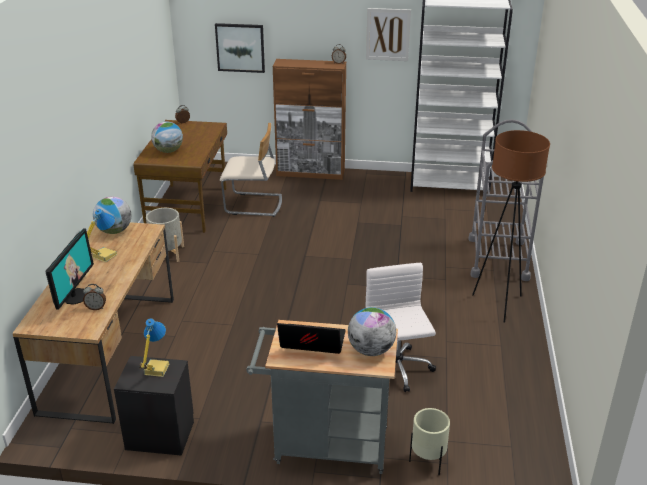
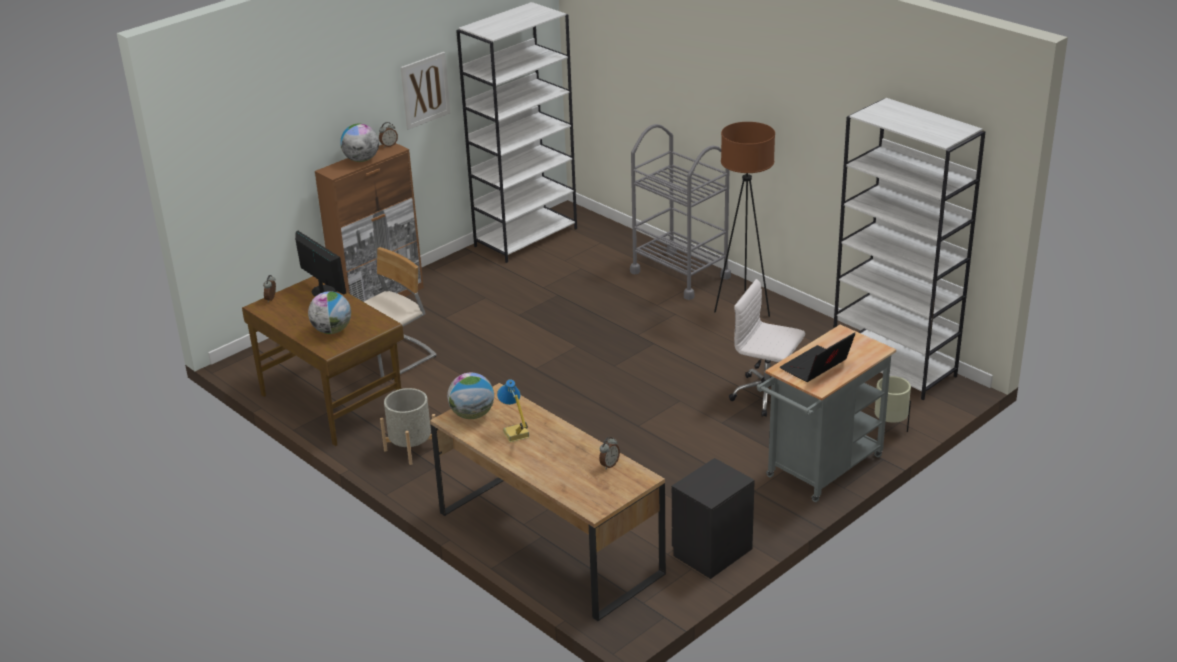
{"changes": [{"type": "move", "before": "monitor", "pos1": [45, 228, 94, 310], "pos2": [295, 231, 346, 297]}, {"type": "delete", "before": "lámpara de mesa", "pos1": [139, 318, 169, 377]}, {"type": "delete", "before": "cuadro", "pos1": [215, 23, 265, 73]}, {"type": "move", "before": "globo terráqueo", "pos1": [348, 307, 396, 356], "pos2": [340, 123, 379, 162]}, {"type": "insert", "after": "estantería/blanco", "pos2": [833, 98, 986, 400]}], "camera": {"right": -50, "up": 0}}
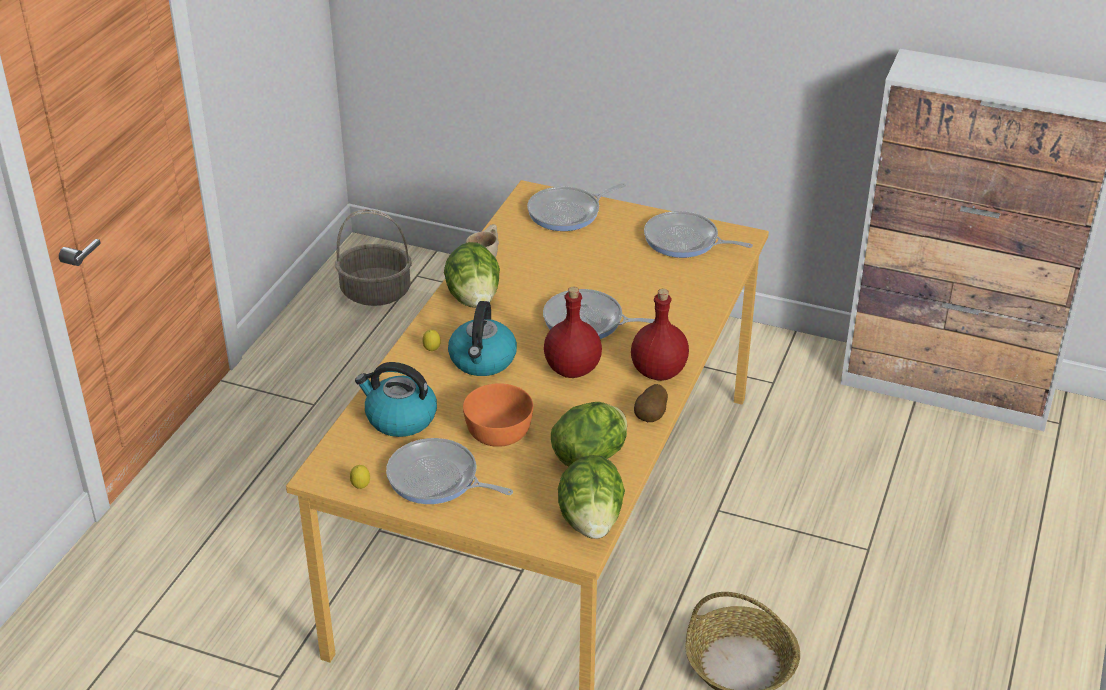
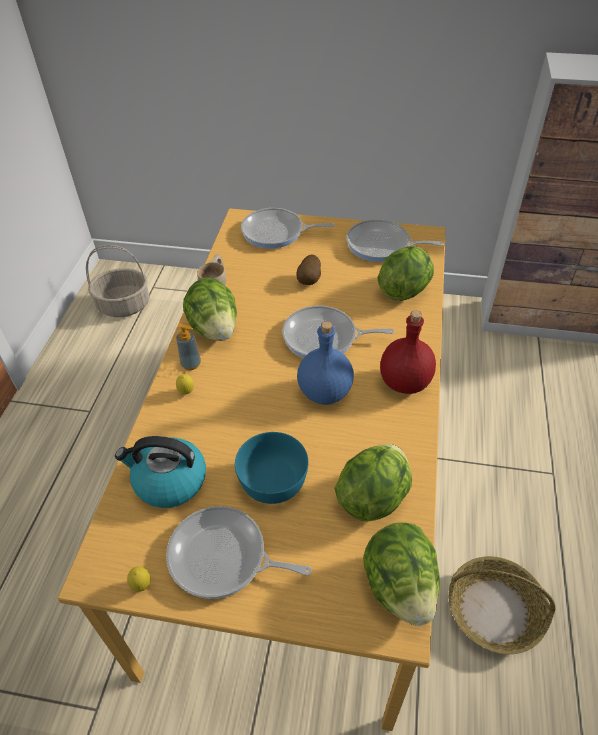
{"changes": [{"type": "delete", "before": "hervidor", "pos1": [448, 301, 517, 376]}, {"type": "recolor", "before": "cuenco/naranja", "after": "cuenco/turquesa", "pos1": [463, 383, 533, 447], "pos2": [235, 432, 308, 504]}, {"type": "rotate", "before": "sartén", "pos1": [527, 183, 626, 231], "pos2": [241, 208, 334, 249], "turn": 45}, {"type": "recolor", "before": "botella/rojo", "after": "botella/azul", "pos1": [544, 287, 602, 378], "pos2": [297, 321, 354, 405]}, {"type": "move", "before": "patata", "pos1": [634, 384, 668, 422], "pos2": [296, 254, 321, 285]}, {"type": "insert", "after": "dispensador de jabón", "pos2": [176, 323, 201, 370]}, {"type": "insert", "after": "lechuga", "pos2": [377, 246, 434, 301]}], "camera": {"right": -10, "up": 10}}
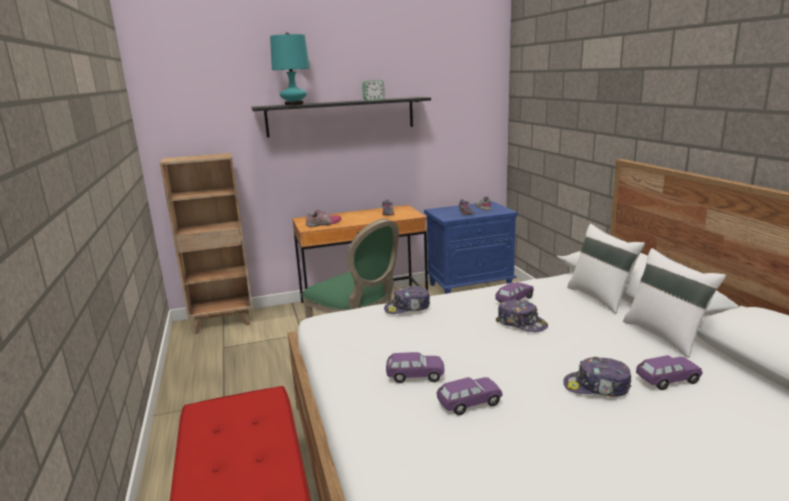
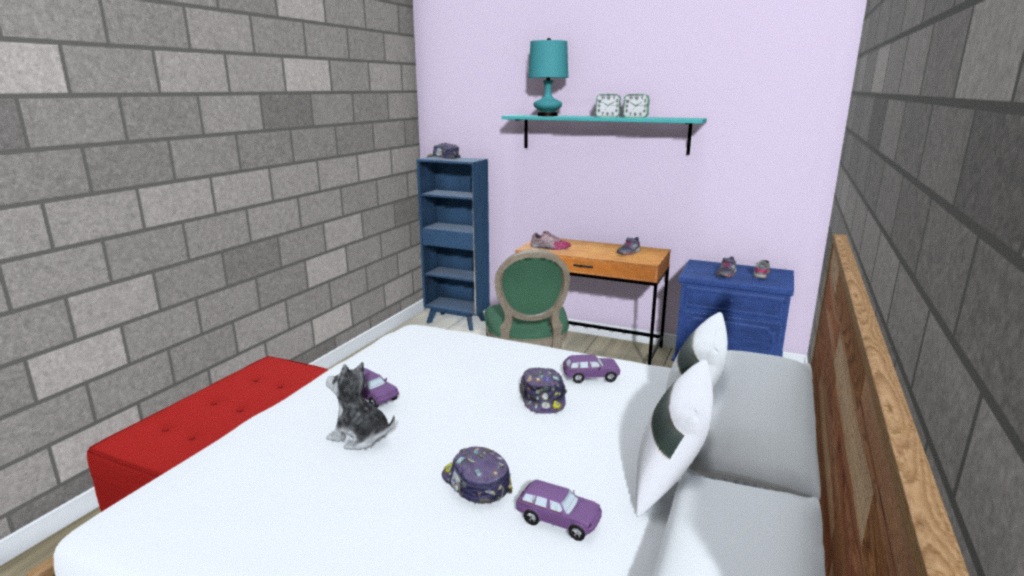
{"changes": [{"type": "recolor", "before": "estantería/marrón", "after": "estantería/azul", "pos1": [160, 153, 253, 334], "pos2": [416, 156, 490, 331]}, {"type": "recolor", "before": "estante/negro", "after": "estante/turquesa", "pos1": [252, 97, 431, 137], "pos2": [502, 115, 707, 155]}, {"type": "move", "before": "gorra", "pos1": [384, 286, 430, 314], "pos2": [427, 143, 460, 159]}, {"type": "replace", "before": "coche de juguete/morado", "after": "peluche", "pos1": [437, 377, 502, 415], "pos2": [326, 362, 395, 450]}, {"type": "insert", "after": "despertador", "pos2": [596, 94, 621, 117]}], "camera": {"right": 40, "up": 0}}
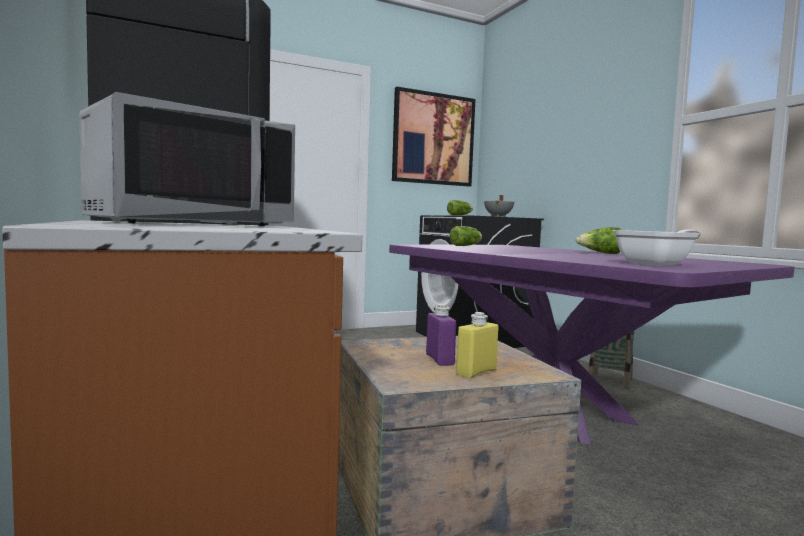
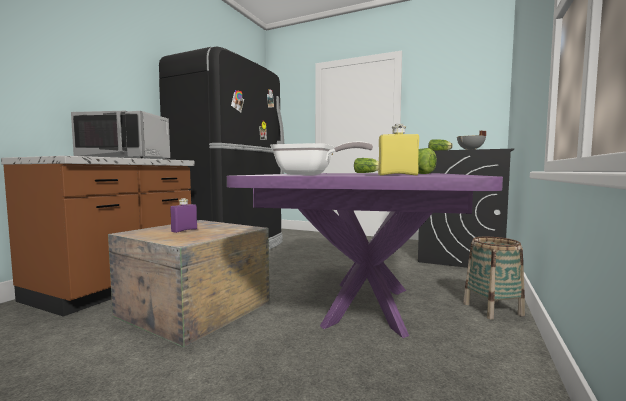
{"changes": [{"type": "delete", "before": "cuadro", "pos1": [392, 87, 475, 187]}, {"type": "move", "before": "botella/amarillo", "pos1": [456, 312, 498, 378], "pos2": [378, 124, 419, 175]}], "camera": {"right": 50, "up": 0}}
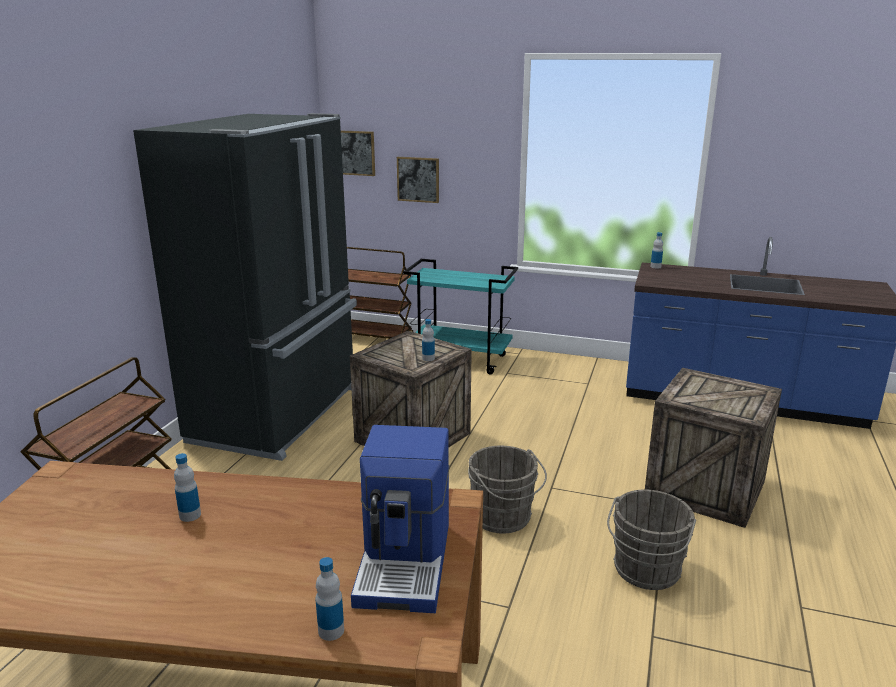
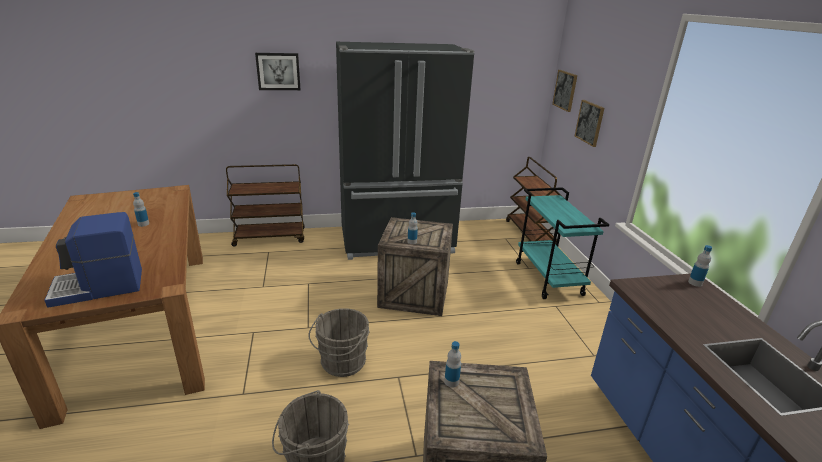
{"changes": [{"type": "move", "before": "botella", "pos1": [316, 557, 344, 641], "pos2": [444, 341, 461, 388]}, {"type": "insert", "after": "cuadro", "pos2": [255, 53, 301, 90]}], "camera": {"right": 60, "up": 5}}
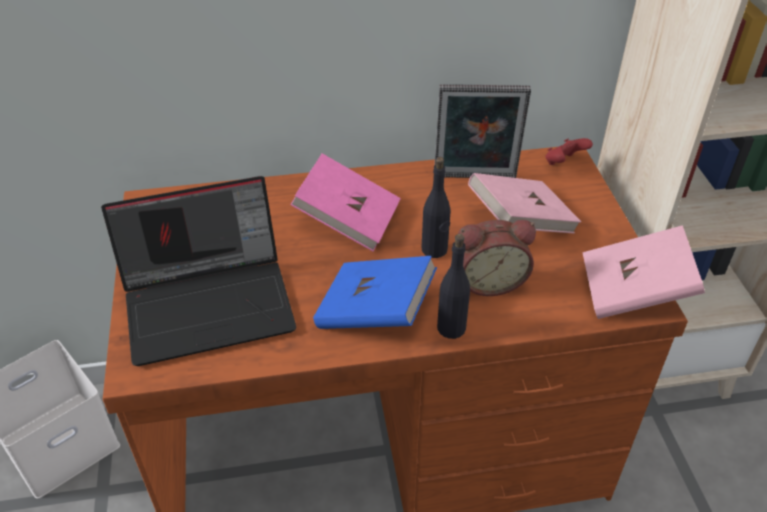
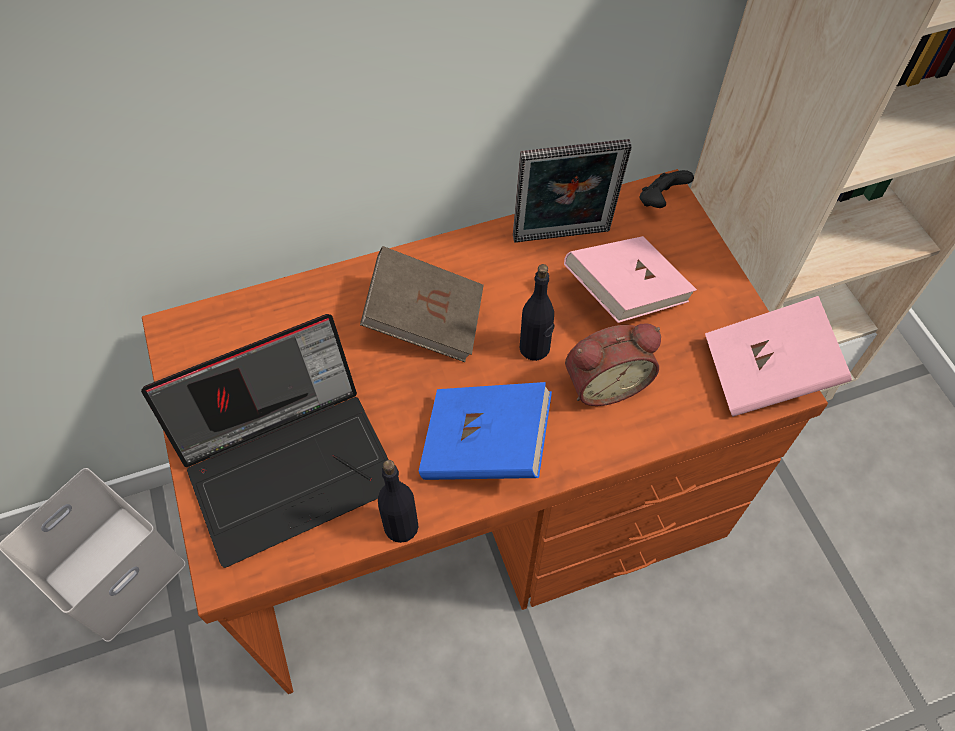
{"changes": [{"type": "recolor", "before": "libro/rosa", "after": "libro/marrón", "pos1": [290, 153, 401, 251], "pos2": [360, 246, 484, 362]}, {"type": "move", "before": "botella/negro", "pos1": [437, 234, 470, 339], "pos2": [378, 460, 419, 543]}, {"type": "recolor", "before": "mando de consola/rojo", "after": "mando de consola/negro", "pos1": [546, 138, 593, 165], "pos2": [640, 170, 694, 208]}], "camera": {"right": -10, "up": 15}}
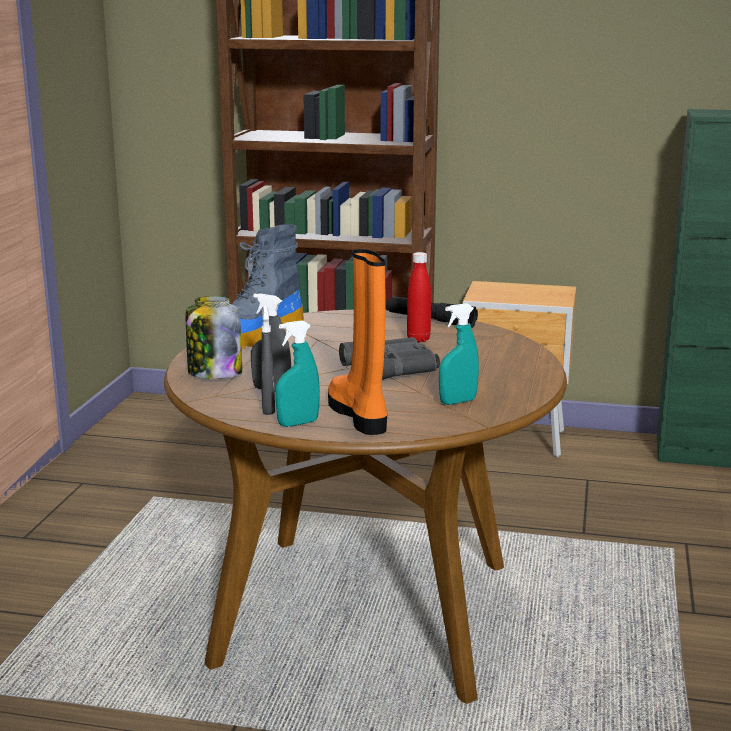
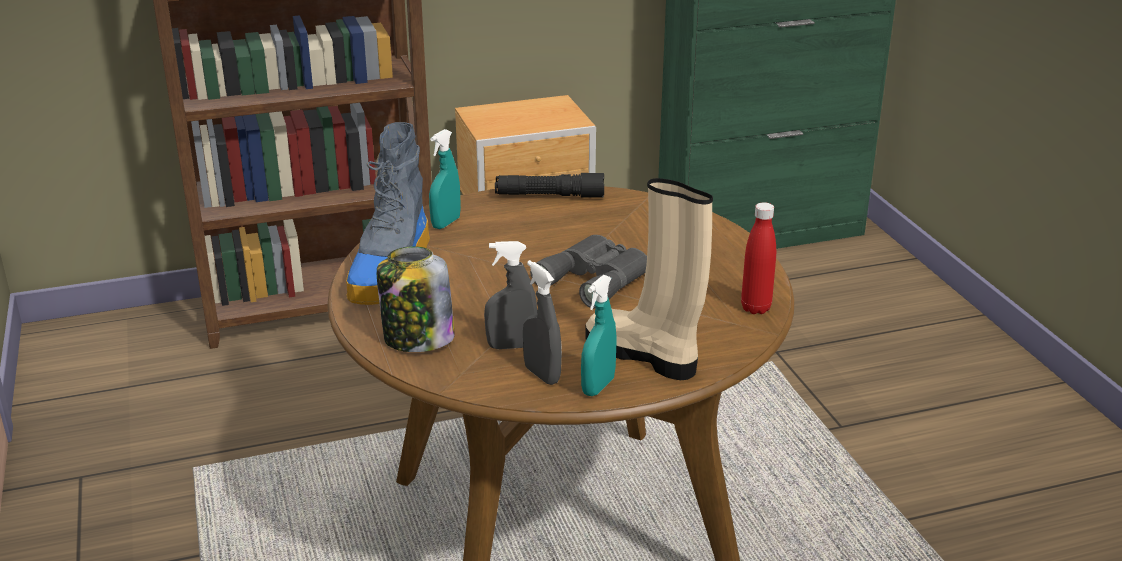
{"changes": [{"type": "recolor", "before": "bota/naranja", "after": "bota/beis", "pos1": [328, 249, 387, 435], "pos2": [585, 178, 713, 380]}, {"type": "move", "before": "botella/rojo", "pos1": [407, 252, 431, 342], "pos2": [741, 202, 776, 314]}, {"type": "move", "before": "pulverizador/turquesa", "pos1": [439, 303, 479, 405], "pos2": [429, 129, 461, 229]}], "camera": {"right": -30, "up": 10}}
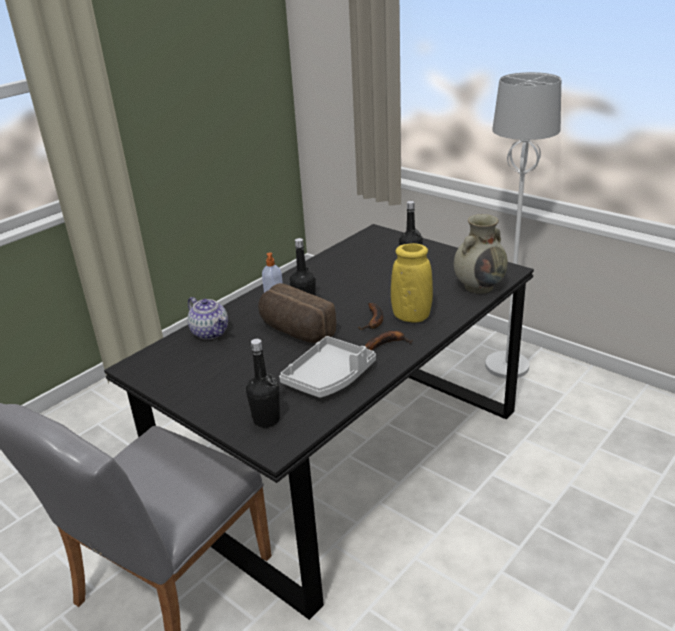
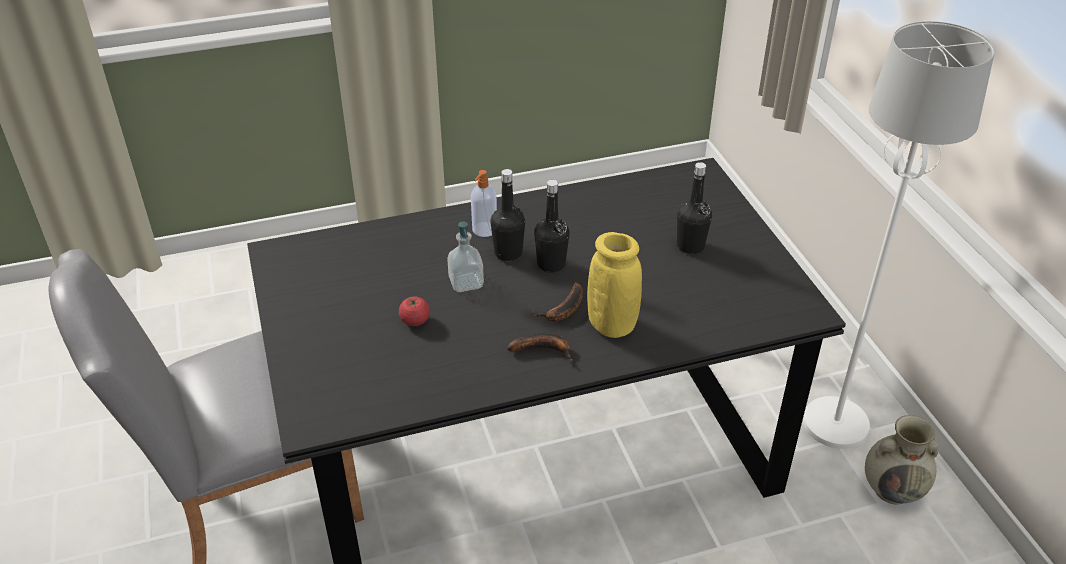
{"changes": [{"type": "delete", "before": "tetera", "pos1": [188, 297, 228, 340]}, {"type": "move", "before": "botella/negro", "pos1": [246, 339, 280, 428], "pos2": [534, 180, 570, 273]}, {"type": "replace", "before": "pan", "after": "dispensador de jabón", "pos1": [258, 283, 336, 343], "pos2": [447, 221, 484, 292]}, {"type": "delete", "before": "bandeja/gris", "pos1": [279, 336, 376, 398]}, {"type": "move", "before": "florero/beis", "pos1": [454, 214, 508, 294], "pos2": [865, 415, 938, 504]}, {"type": "insert", "after": "tomate", "pos2": [399, 297, 430, 326]}], "camera": {"right": 30, "up": 10}}
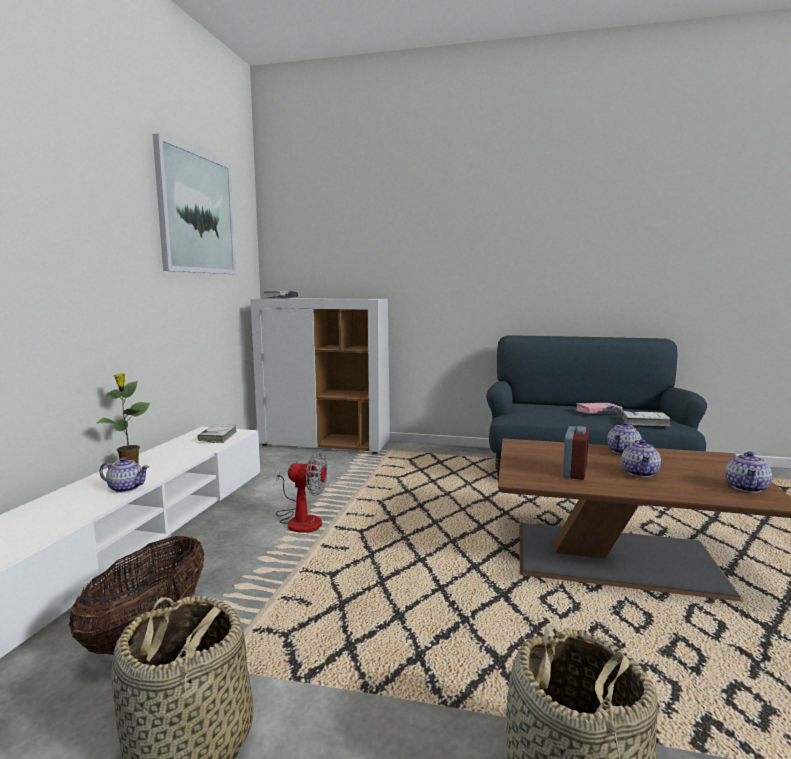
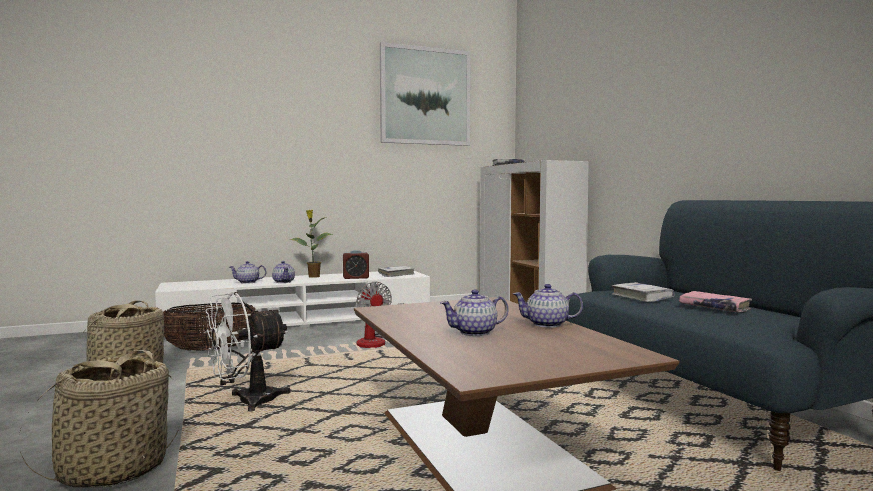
{"changes": [{"type": "move", "before": "despertador", "pos1": [563, 426, 589, 480], "pos2": [343, 250, 369, 279]}, {"type": "move", "before": "libro/blanco", "pos1": [622, 411, 670, 426], "pos2": [612, 282, 675, 302]}, {"type": "move", "before": "tetera", "pos1": [725, 452, 772, 493], "pos2": [230, 261, 266, 284]}, {"type": "insert", "after": "ventilador/blanco", "pos2": [205, 292, 290, 412]}], "camera": {"right": 55, "up": -5}}
